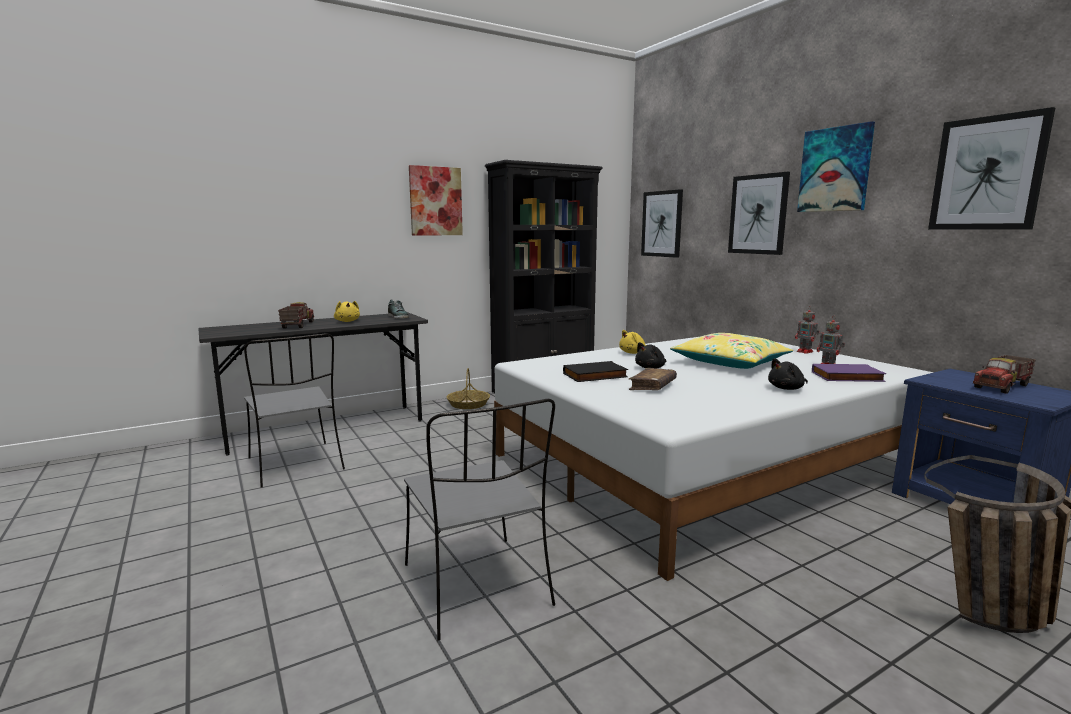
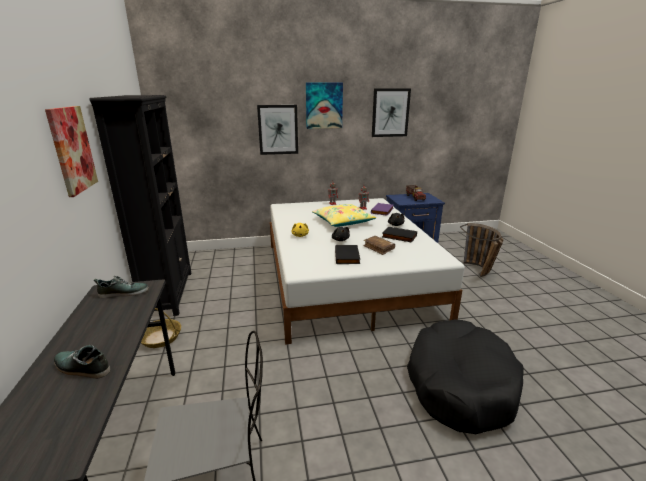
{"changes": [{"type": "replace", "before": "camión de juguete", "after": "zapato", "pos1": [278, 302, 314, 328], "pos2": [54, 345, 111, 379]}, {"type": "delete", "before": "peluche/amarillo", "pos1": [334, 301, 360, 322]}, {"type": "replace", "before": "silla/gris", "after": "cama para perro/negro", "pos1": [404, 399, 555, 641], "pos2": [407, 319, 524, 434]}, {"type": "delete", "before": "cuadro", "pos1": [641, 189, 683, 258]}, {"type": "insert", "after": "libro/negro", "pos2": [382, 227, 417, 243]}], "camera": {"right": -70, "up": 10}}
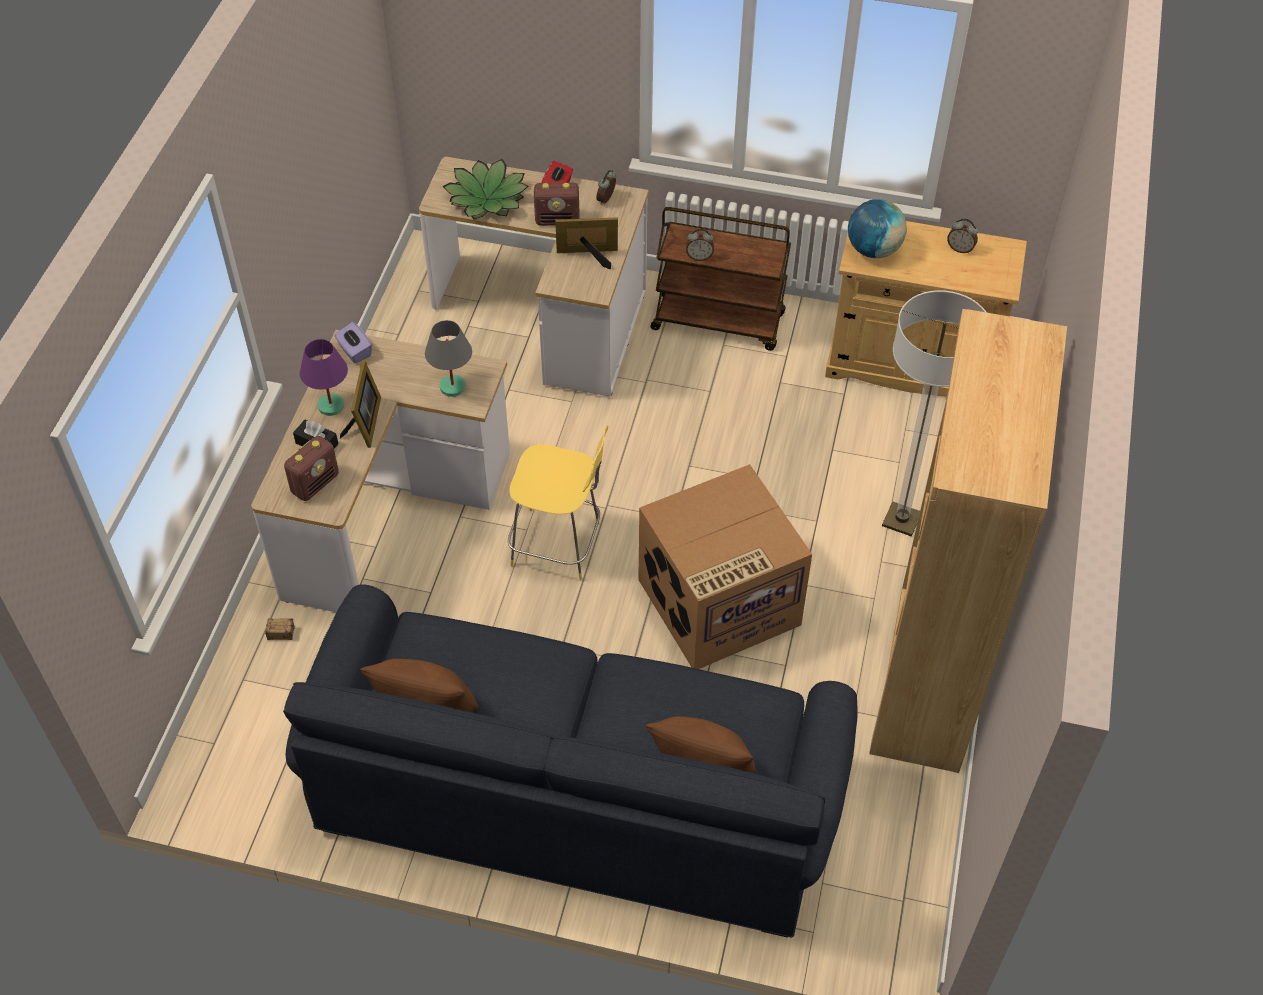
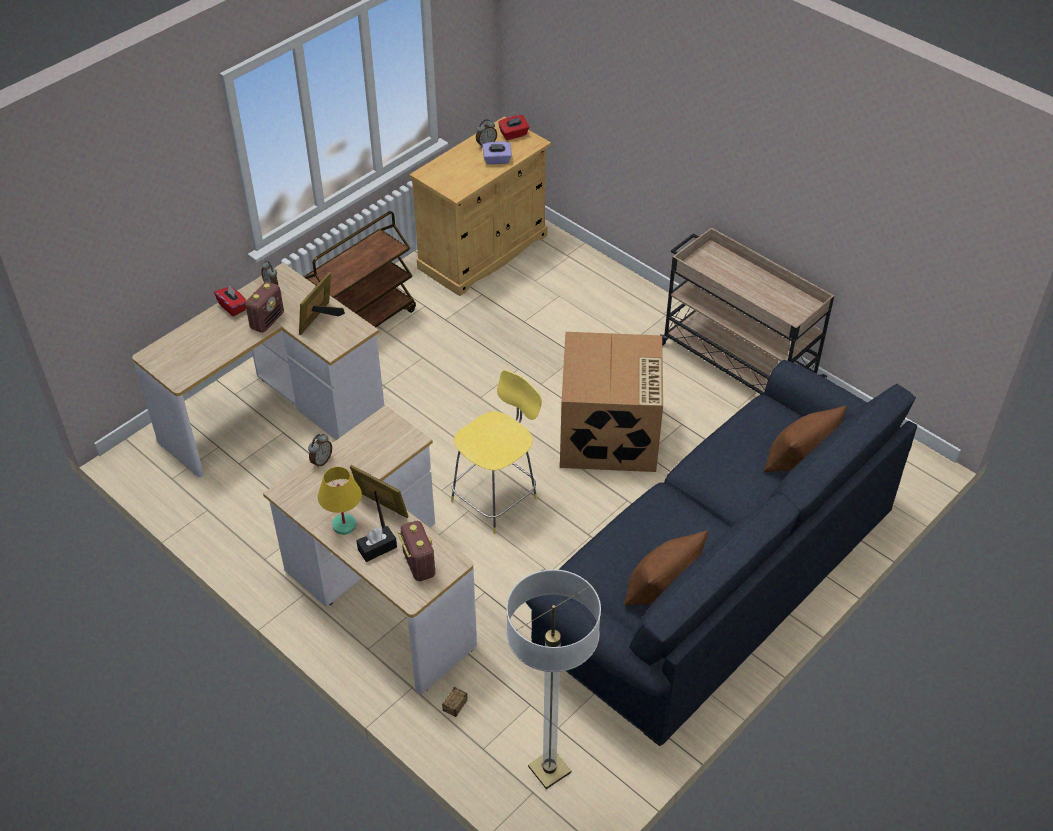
{"changes": [{"type": "recolor", "before": "lámpara de mesa/morado", "after": "lámpara de mesa/amarillo", "pos1": [300, 339, 348, 416], "pos2": [318, 467, 362, 535]}, {"type": "move", "before": "caja de pañuelos/morado", "pos1": [334, 322, 372, 363], "pos2": [482, 141, 512, 164]}, {"type": "delete", "before": "lámpara de mesa/gris", "pos1": [425, 320, 472, 397]}, {"type": "delete", "before": "planta en maceta", "pos1": [443, 159, 528, 219]}, {"type": "move", "before": "despertador", "pos1": [686, 228, 714, 261], "pos2": [308, 434, 332, 468]}, {"type": "delete", "before": "globo terráqueo", "pos1": [848, 199, 907, 258]}, {"type": "replace", "before": "estantería/marrón", "after": "carrito/beis", "pos1": [869, 309, 1067, 773], "pos2": [662, 227, 834, 395]}, {"type": "move", "before": "lámpara de pie", "pos1": [882, 290, 987, 537], "pos2": [506, 569, 601, 789]}, {"type": "insert", "after": "caja de pañuelos/rojo", "pos2": [498, 115, 529, 140]}], "camera": {"right": -60, "up": -5}}
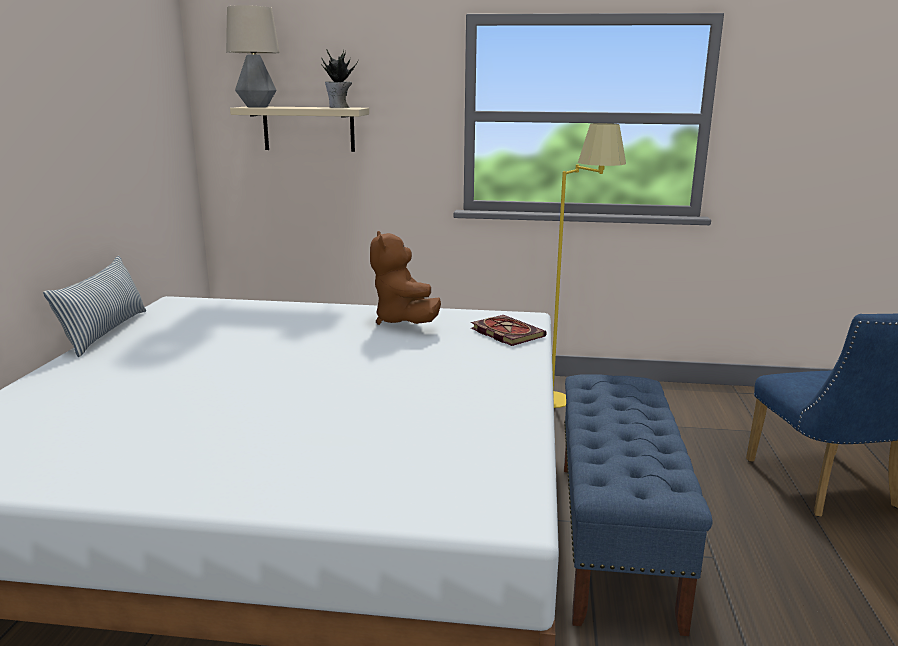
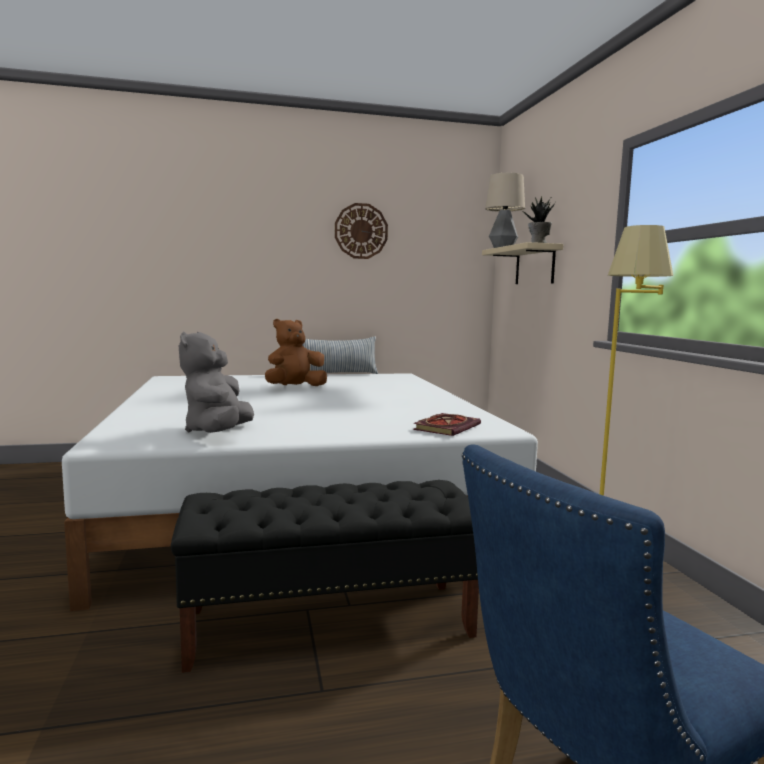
{"changes": [{"type": "move", "before": "peluche/marrón", "pos1": [370, 231, 441, 325], "pos2": [265, 319, 327, 386]}, {"type": "recolor", "before": "banco/azul", "after": "banco/negro", "pos1": [564, 374, 713, 636], "pos2": [171, 480, 479, 673]}, {"type": "insert", "after": "peluche/gris", "pos2": [179, 332, 254, 433]}, {"type": "insert", "after": "reloj de pared", "pos2": [335, 203, 388, 259]}], "camera": {"right": 70, "up": -10}}
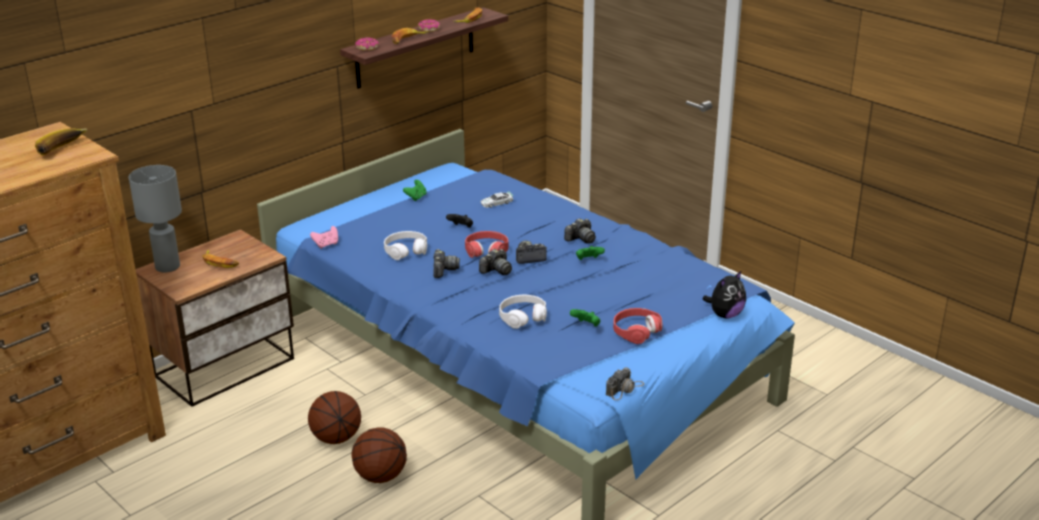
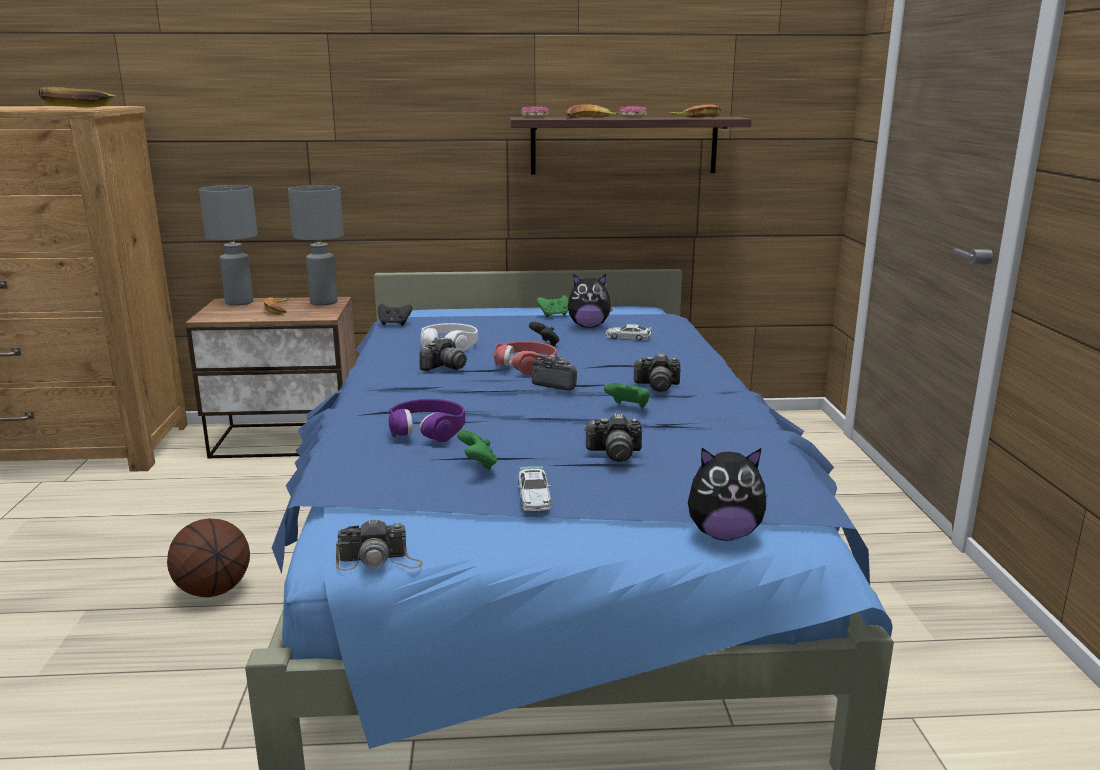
{"changes": [{"type": "delete", "before": "balón de baloncesto", "pos1": [308, 391, 361, 444]}, {"type": "recolor", "before": "mando de consola/rosa", "after": "mando de consola/negro", "pos1": [310, 226, 338, 249], "pos2": [378, 304, 412, 326]}, {"type": "move", "before": "cámara", "pos1": [479, 249, 512, 275], "pos2": [585, 413, 642, 462]}, {"type": "recolor", "before": "auriculares/blanco", "after": "auriculares/morado", "pos1": [499, 295, 547, 329], "pos2": [389, 399, 465, 442]}, {"type": "replace", "before": "auriculares/rojo", "after": "coche de juguete", "pos1": [613, 308, 663, 344], "pos2": [519, 466, 551, 511]}, {"type": "insert", "after": "lámpara de mesa/gris", "pos2": [288, 185, 344, 306]}, {"type": "insert", "after": "peluche", "pos2": [568, 274, 613, 328]}], "camera": {"right": 40, "up": -10}}
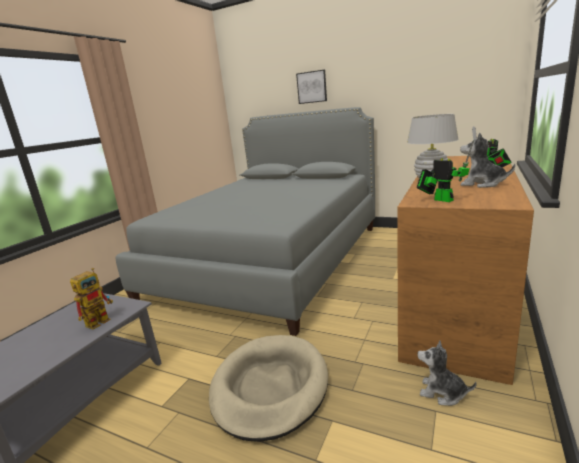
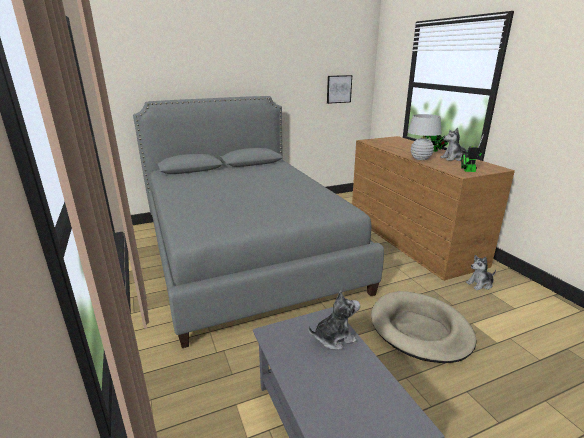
{"changes": [{"type": "replace", "before": "robot de juguete", "after": "peluche", "pos1": [70, 268, 113, 330], "pos2": [308, 290, 360, 350]}, {"type": "move", "before": "cuadro", "pos1": [296, 70, 327, 104], "pos2": [327, 75, 352, 104]}], "camera": {"right": -50, "up": 5}}
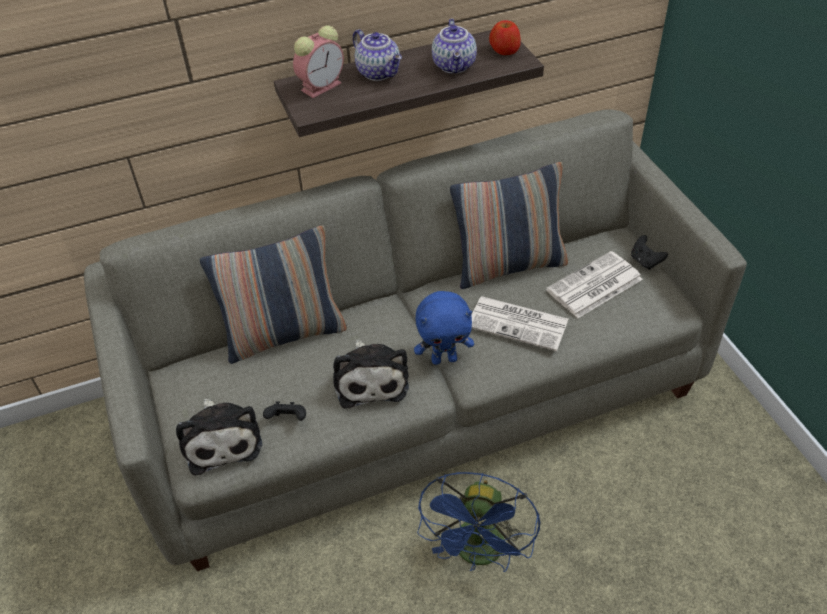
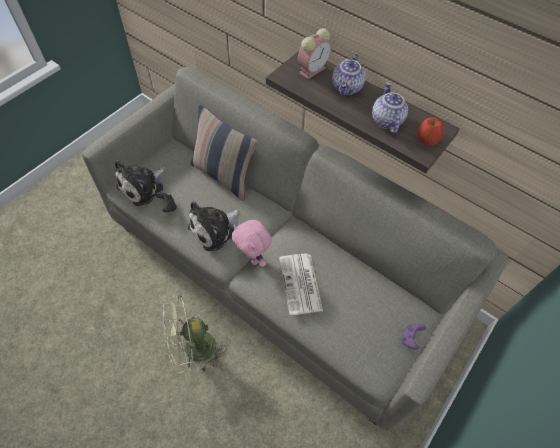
{"changes": [{"type": "rotate", "before": "despertador", "pos1": [293, 25, 344, 98], "pos2": [298, 28, 331, 79], "turn": -60}, {"type": "recolor", "before": "peluche/azul", "after": "peluche/rosa", "pos1": [414, 291, 474, 365], "pos2": [232, 220, 272, 267]}, {"type": "recolor", "before": "ventilador/azul", "after": "ventilador/verde", "pos1": [417, 472, 540, 572], "pos2": [163, 295, 227, 373]}, {"type": "rotate", "before": "tetera", "pos1": [432, 18, 477, 74], "pos2": [372, 82, 408, 133], "turn": 120}, {"type": "delete", "before": "cojín", "pos1": [450, 162, 568, 289]}, {"type": "delete", "before": "periódico", "pos1": [546, 251, 643, 318]}, {"type": "recolor", "before": "mando de consola/negro", "after": "mando de consola/morado", "pos1": [631, 235, 668, 270], "pos2": [401, 323, 426, 350]}], "camera": {"right": 55, "up": 10}}
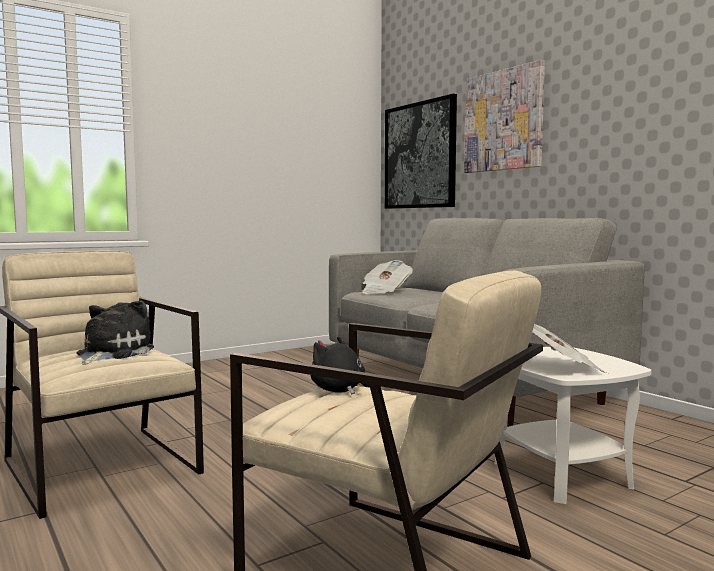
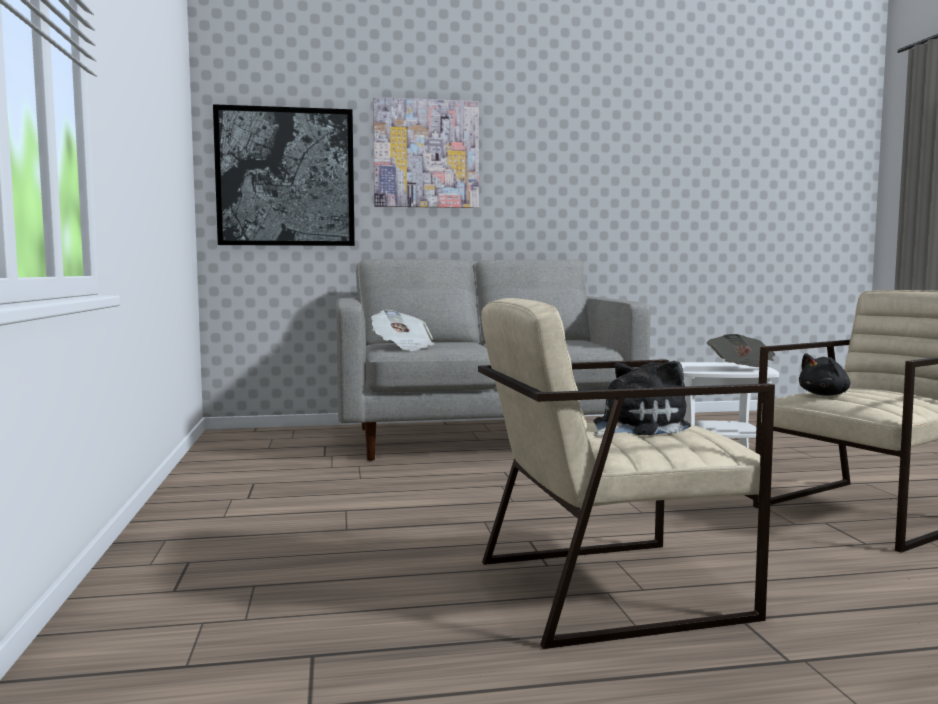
{"changes": [{"type": "rotate", "before": "peluche", "pos1": [76, 300, 154, 365], "pos2": [593, 361, 691, 436], "turn": 105}], "camera": {"right": -65, "up": 0}}
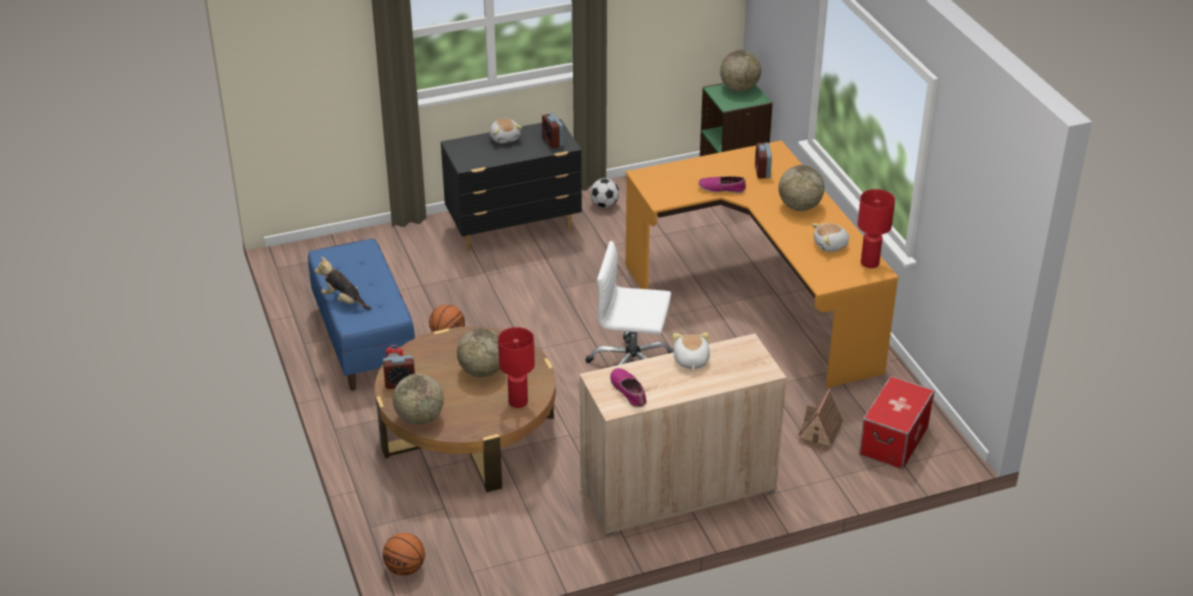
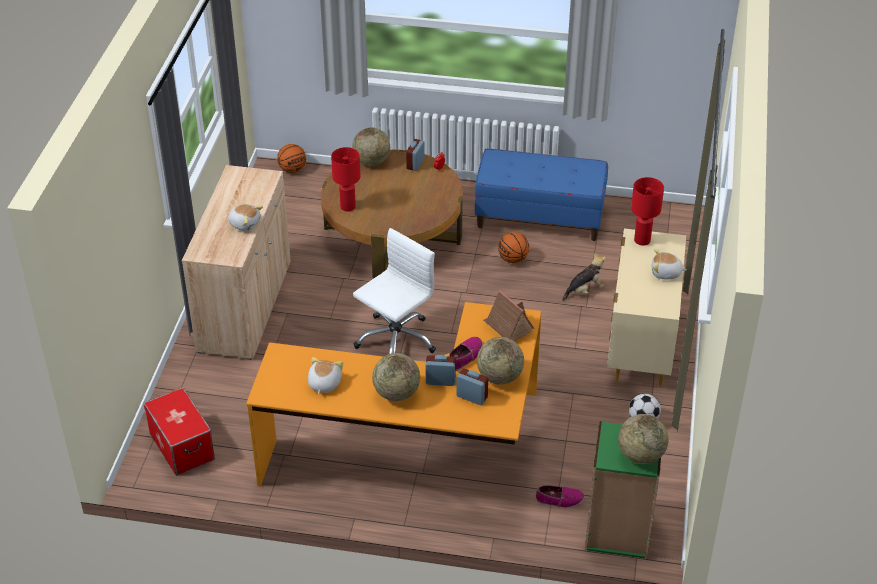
{"changes": [{"type": "move", "before": "peluche", "pos1": [315, 257, 372, 310], "pos2": [562, 252, 606, 301]}, {"type": "recolor", "before": "cómoda/negro", "after": "cómoda/beis", "pos1": [441, 119, 582, 251], "pos2": [607, 229, 686, 387]}, {"type": "move", "before": "globo terráqueo", "pos1": [457, 328, 500, 377], "pos2": [477, 337, 524, 385]}, {"type": "move", "before": "despertador", "pos1": [542, 113, 563, 148], "pos2": [426, 355, 456, 386]}, {"type": "move", "before": "zapato", "pos1": [610, 368, 647, 408], "pos2": [536, 486, 584, 508]}, {"type": "move", "before": "casita", "pos1": [798, 389, 843, 451], "pos2": [483, 290, 534, 341]}, {"type": "move", "before": "lámpara de mesa/rojo", "pos1": [857, 189, 895, 268], "pos2": [631, 177, 664, 246]}], "camera": {"right": 120, "up": 5}}
